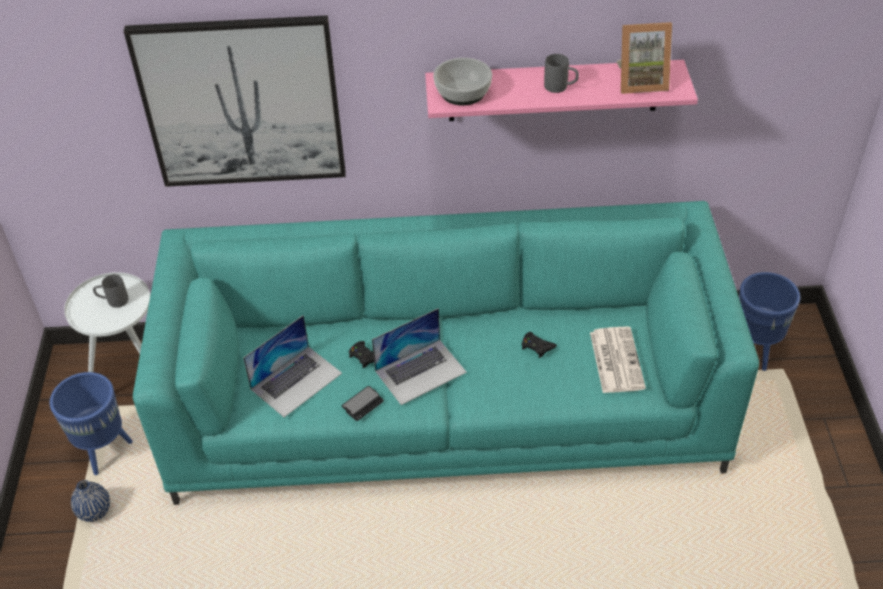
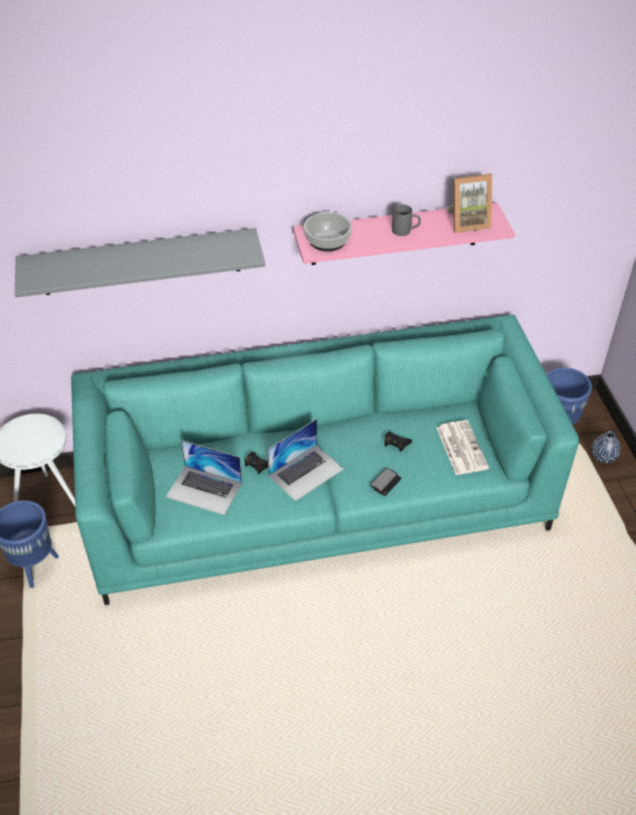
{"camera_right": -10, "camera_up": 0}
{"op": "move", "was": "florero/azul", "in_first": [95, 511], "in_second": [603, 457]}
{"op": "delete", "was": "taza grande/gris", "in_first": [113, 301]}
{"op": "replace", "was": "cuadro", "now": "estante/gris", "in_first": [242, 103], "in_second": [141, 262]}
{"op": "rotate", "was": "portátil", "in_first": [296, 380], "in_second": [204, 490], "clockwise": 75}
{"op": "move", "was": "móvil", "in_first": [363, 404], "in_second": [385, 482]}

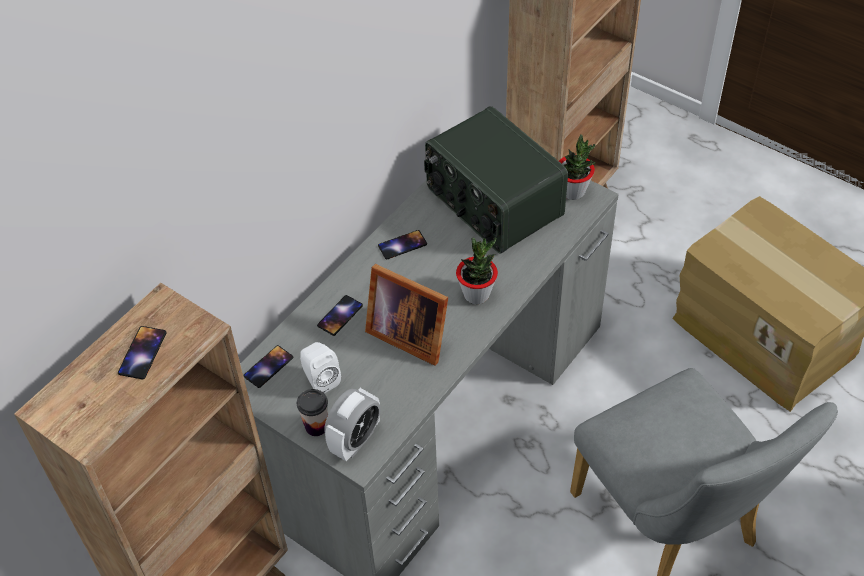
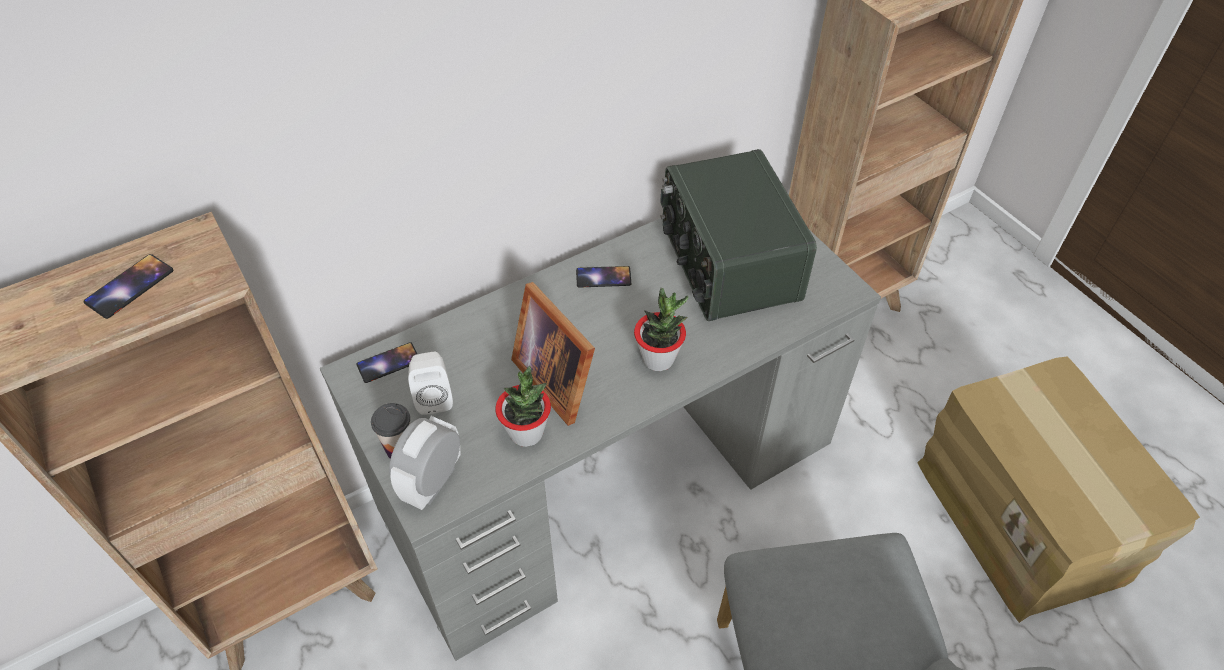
{"camera_right": 20, "camera_up": 0}
{"op": "delete", "was": "móvil", "in_first": [340, 315]}
{"op": "rotate", "was": "despertador", "in_first": [355, 440], "in_second": [433, 482], "clockwise": 150}
{"op": "move", "was": "planta en maceta", "in_first": [573, 191], "in_second": [526, 433]}

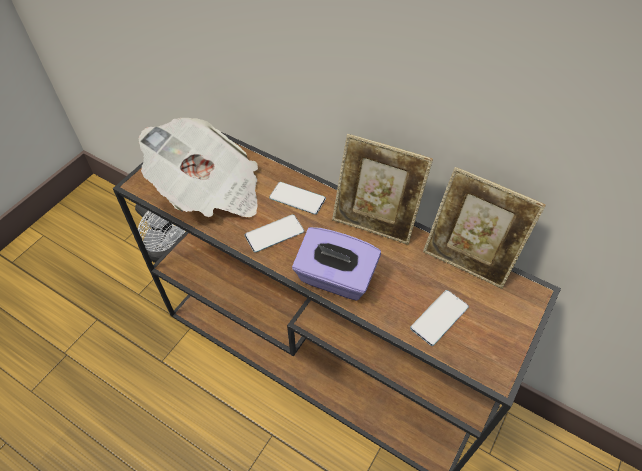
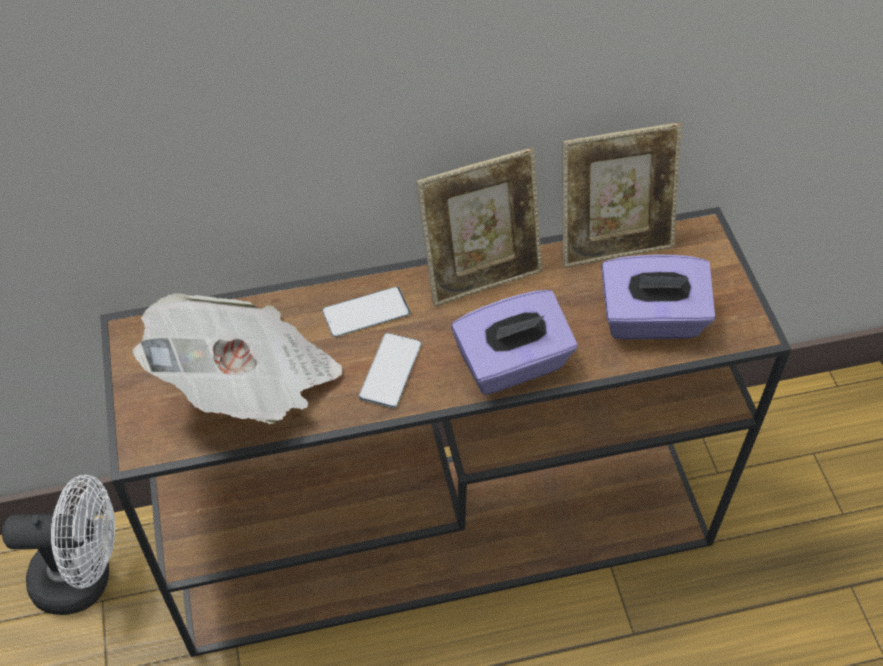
{"camera_right": -45, "camera_up": 0}
{"op": "replace", "was": "móvil", "now": "caja de pañuelos/morado", "in_first": [439, 317], "in_second": [651, 320]}

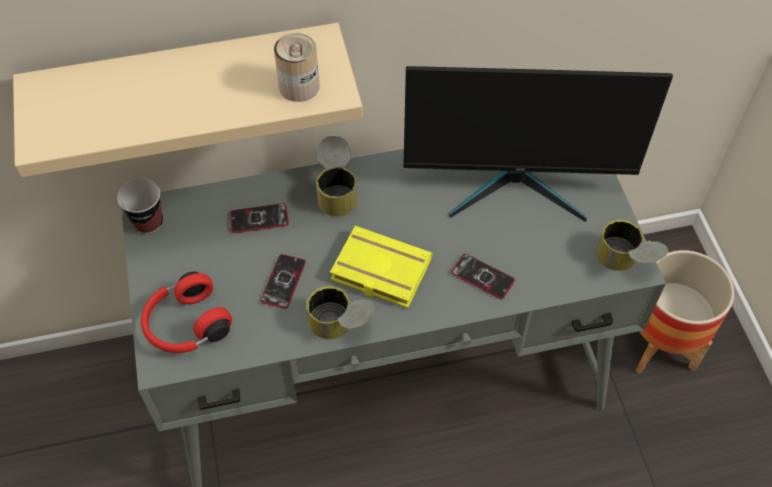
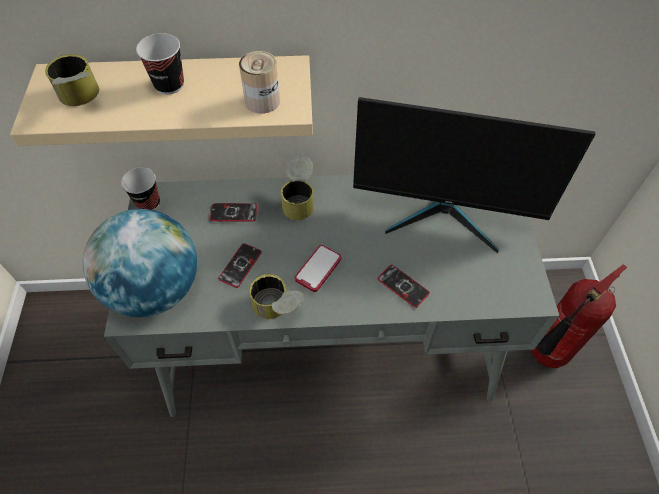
{"camera_right": 10, "camera_up": 0}
{"op": "replace", "was": "auriculares/rojo", "now": "globo terráqueo", "in_first": [186, 325], "in_second": [155, 289]}
{"op": "replace", "was": "libro/amarillo", "now": "móvil", "in_first": [378, 272], "in_second": [318, 269]}
{"op": "move", "was": "lata", "in_first": [625, 262], "in_second": [81, 100]}
{"op": "replace", "was": "maceta", "now": "extintor", "in_first": [661, 345], "in_second": [544, 357]}
{"op": "insert", "now": "taza", "in_second": [169, 85]}

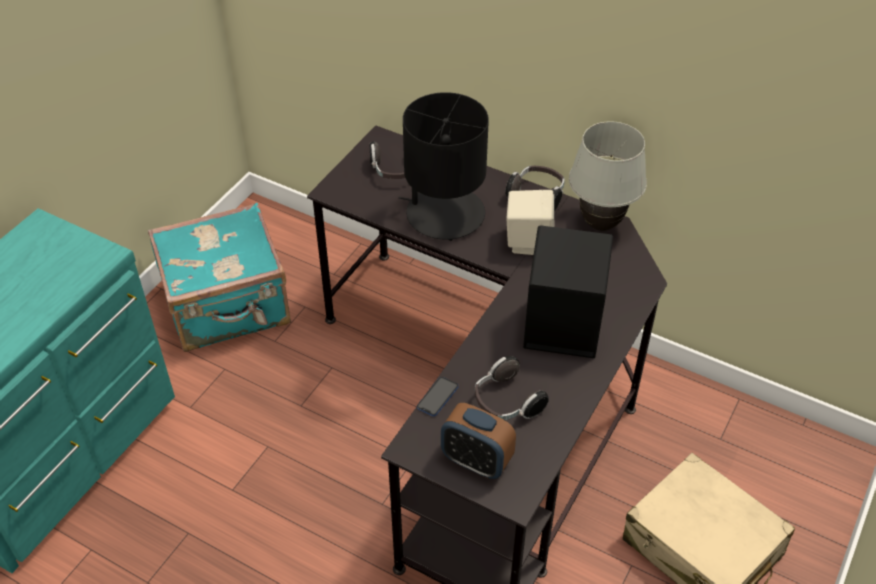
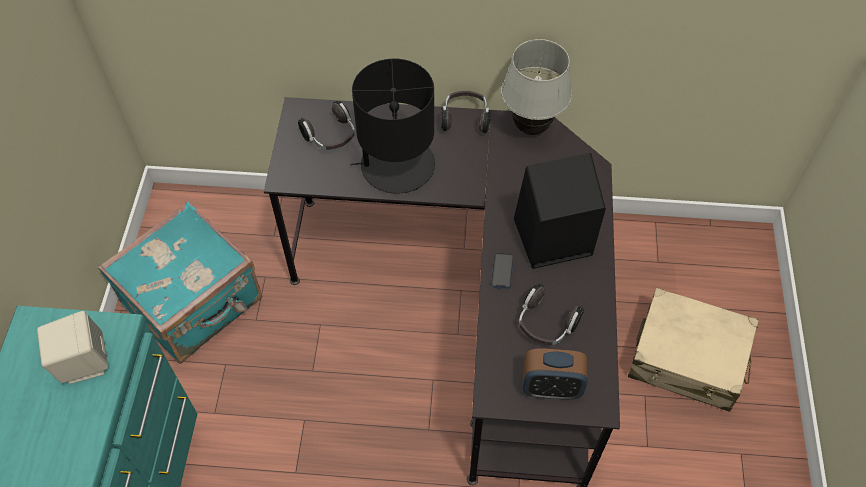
{"camera_right": -25, "camera_up": 10}
{"op": "move", "was": "móvil", "in_first": [437, 397], "in_second": [502, 271]}
{"op": "move", "was": "altavoz/beis", "in_first": [528, 242], "in_second": [83, 362]}

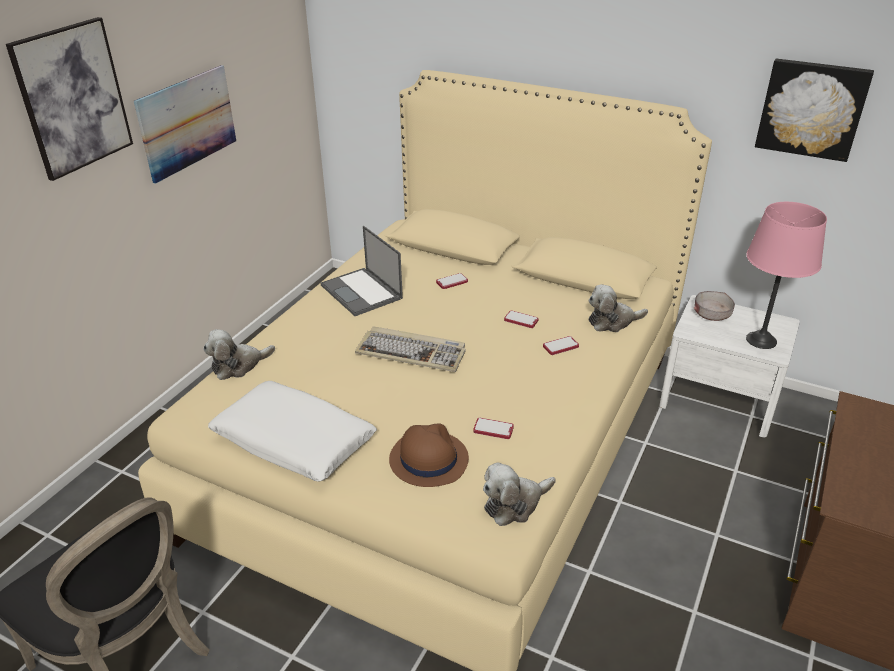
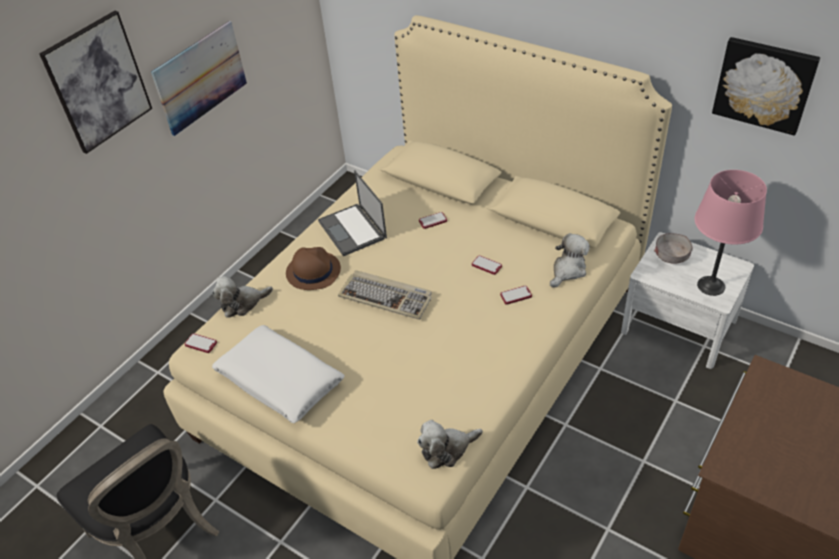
{"camera_right": 10, "camera_up": 10}
{"op": "move", "was": "sombrero/marrón", "in_first": [428, 459], "in_second": [313, 271]}
{"op": "move", "was": "móvil", "in_first": [493, 429], "in_second": [201, 344]}
{"op": "rotate", "was": "peluche", "in_first": [612, 321], "in_second": [568, 270], "clockwise": 135}

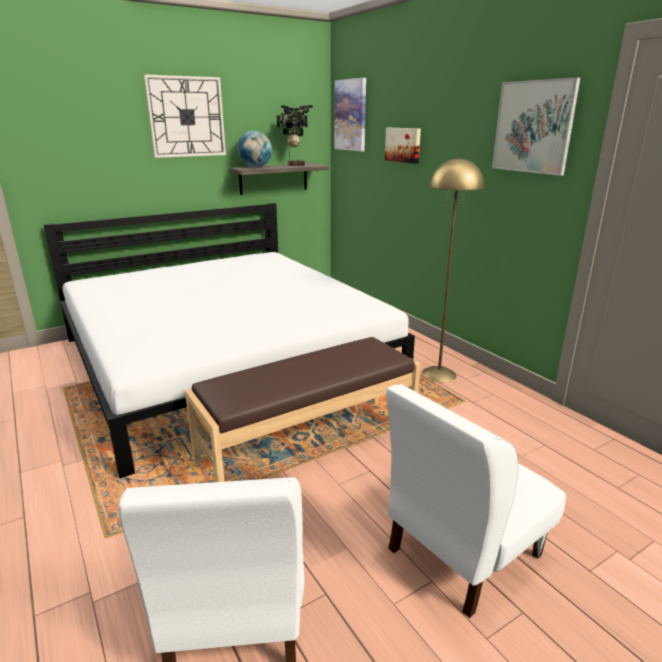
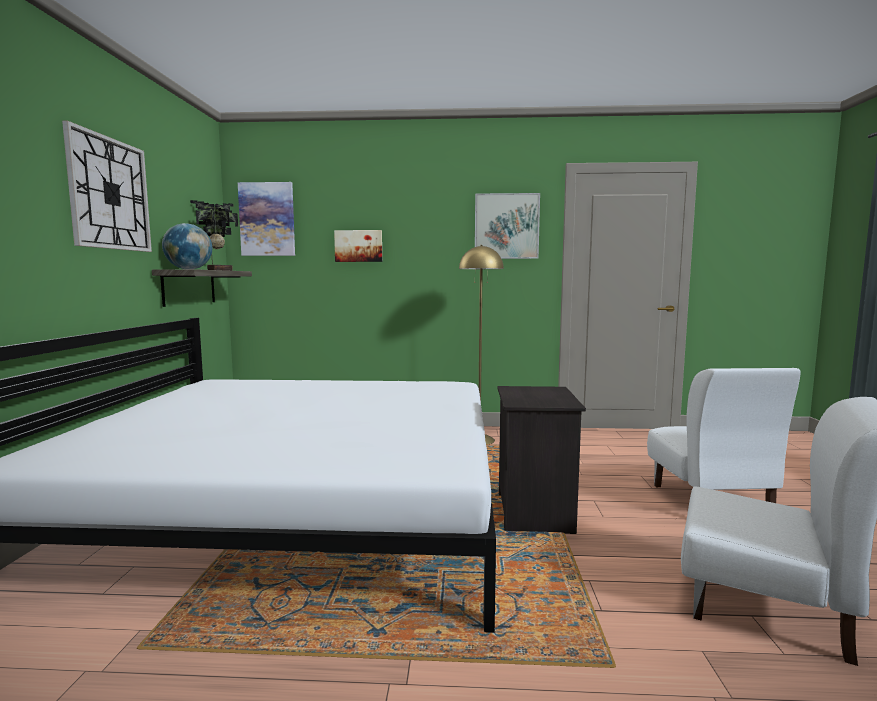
{"camera_right": -55, "camera_up": -15}
{"op": "replace", "was": "banco/marrón", "now": "mesita de noche/negro", "in_first": [309, 445], "in_second": [532, 511]}

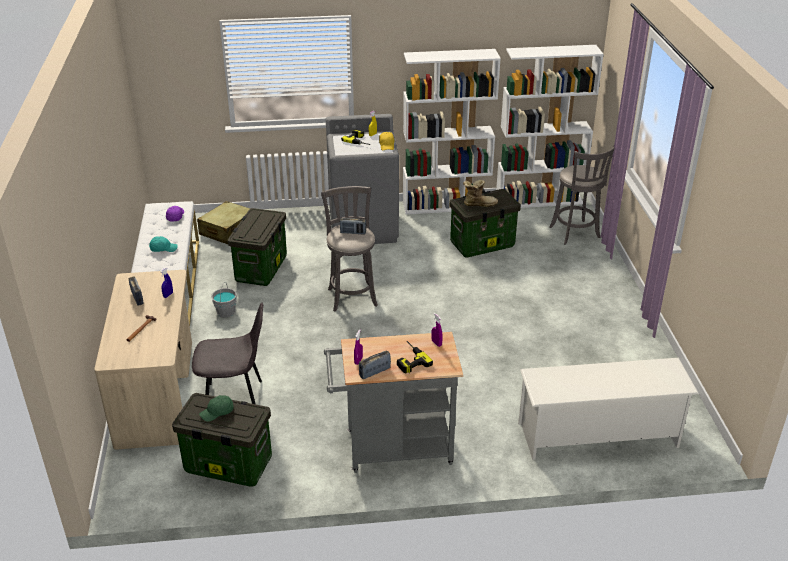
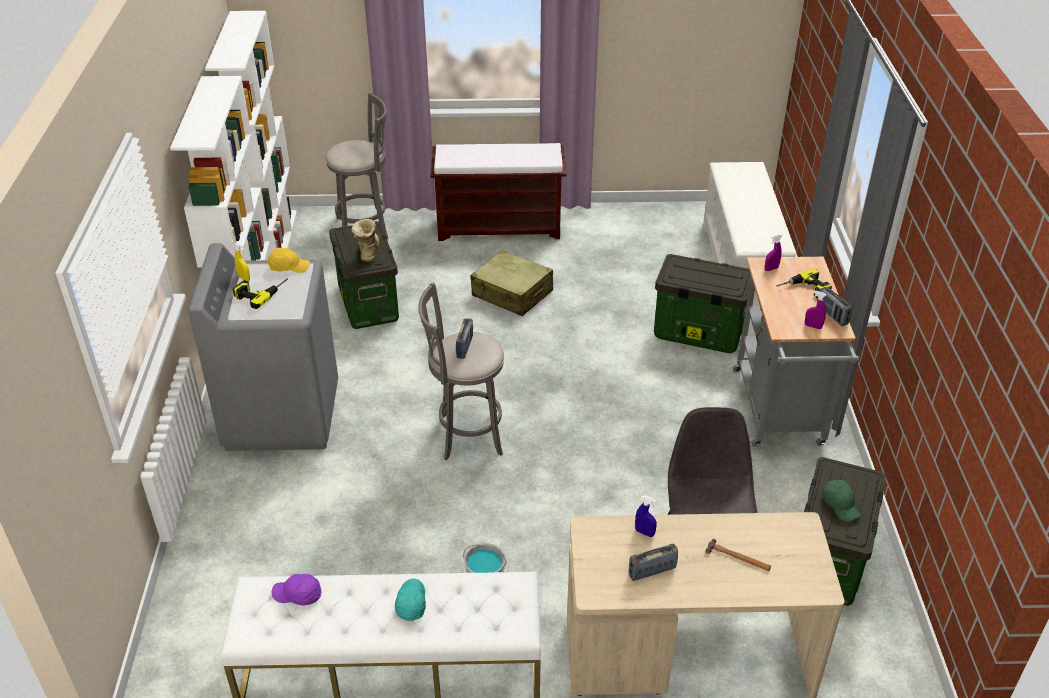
{"camera_right": -85, "camera_up": 5}
{"op": "move", "was": "maleta/beis", "in_first": [227, 230], "in_second": [512, 293]}
{"op": "move", "was": "caja de almacenaje", "in_first": [261, 268], "in_second": [697, 333]}
{"op": "insert", "now": "banco/marrón", "in_second": [500, 227]}

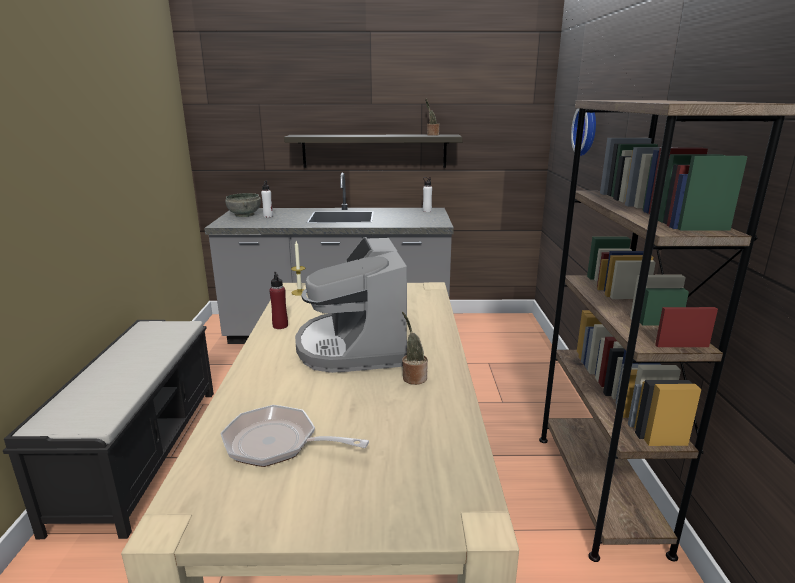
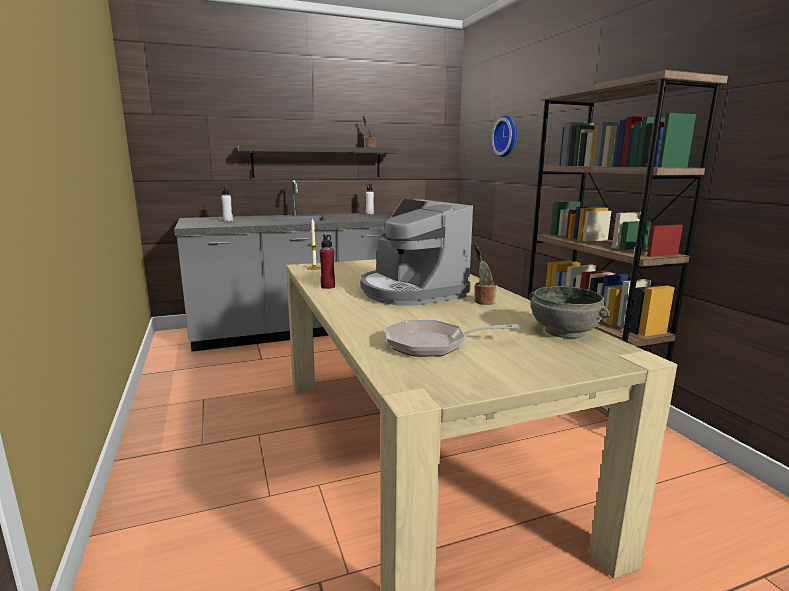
{"camera_right": -20, "camera_up": -5}
{"op": "delete", "was": "banco/negro", "in_first": [142, 451]}
{"op": "move", "was": "cuenco/gris", "in_first": [245, 215], "in_second": [565, 331]}

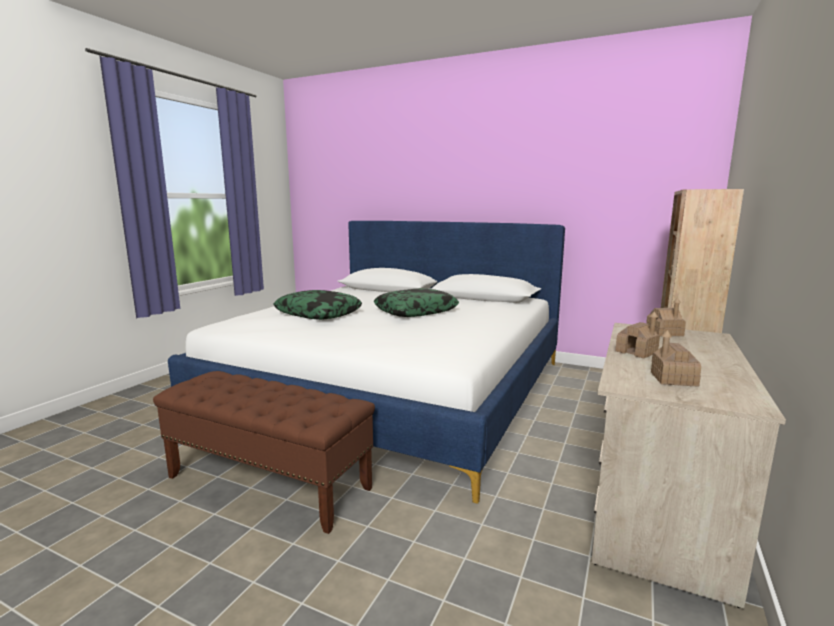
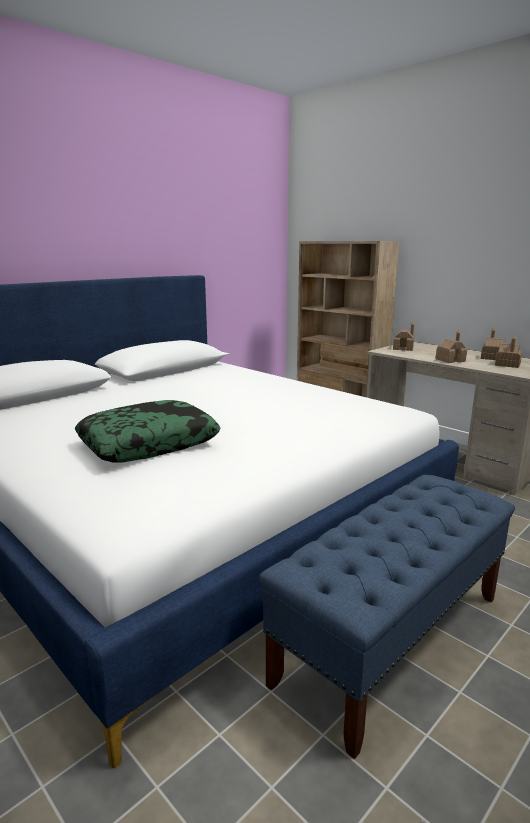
{"camera_right": -70, "camera_up": 5}
{"op": "recolor", "was": "banco/marrón", "now": "banco/azul", "in_first": [269, 482], "in_second": [392, 637]}
{"op": "delete", "was": "cojín", "in_first": [416, 311]}
{"op": "insert", "now": "casita", "in_second": [491, 358]}

